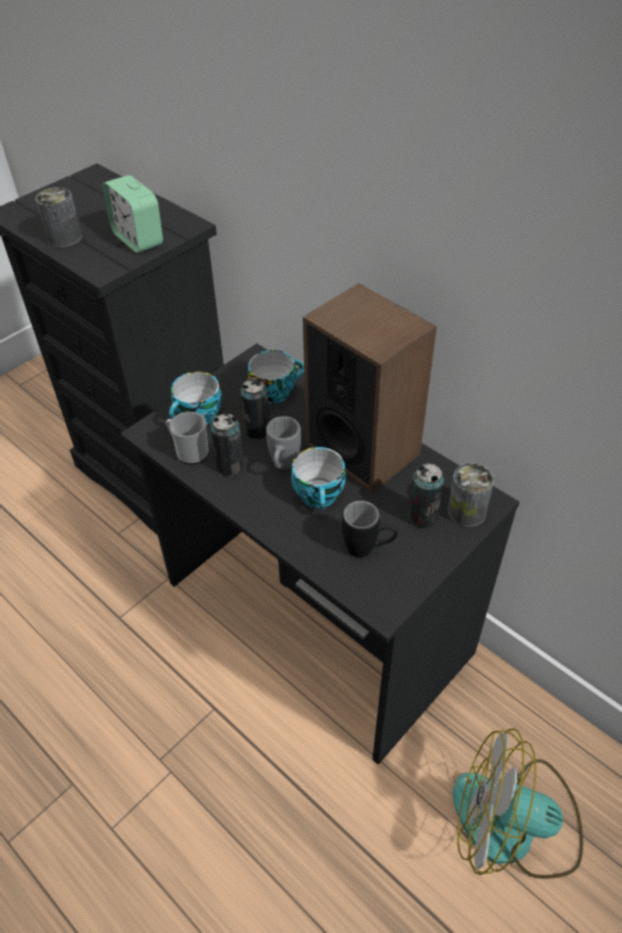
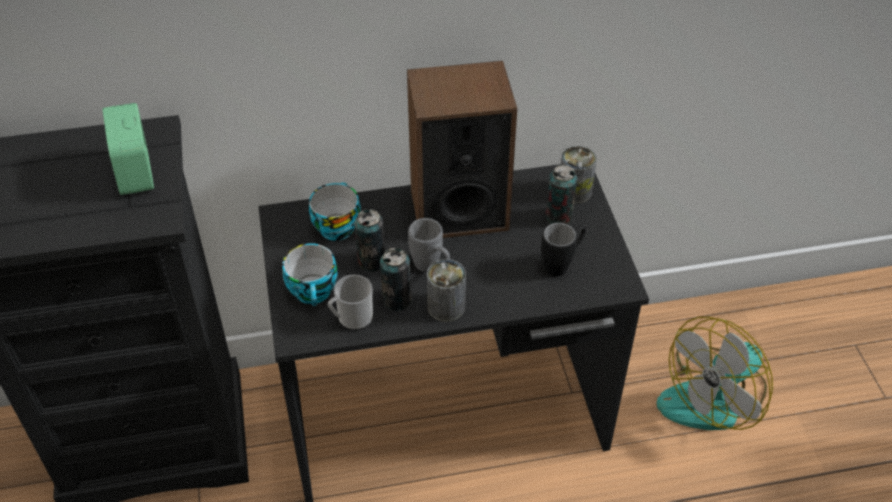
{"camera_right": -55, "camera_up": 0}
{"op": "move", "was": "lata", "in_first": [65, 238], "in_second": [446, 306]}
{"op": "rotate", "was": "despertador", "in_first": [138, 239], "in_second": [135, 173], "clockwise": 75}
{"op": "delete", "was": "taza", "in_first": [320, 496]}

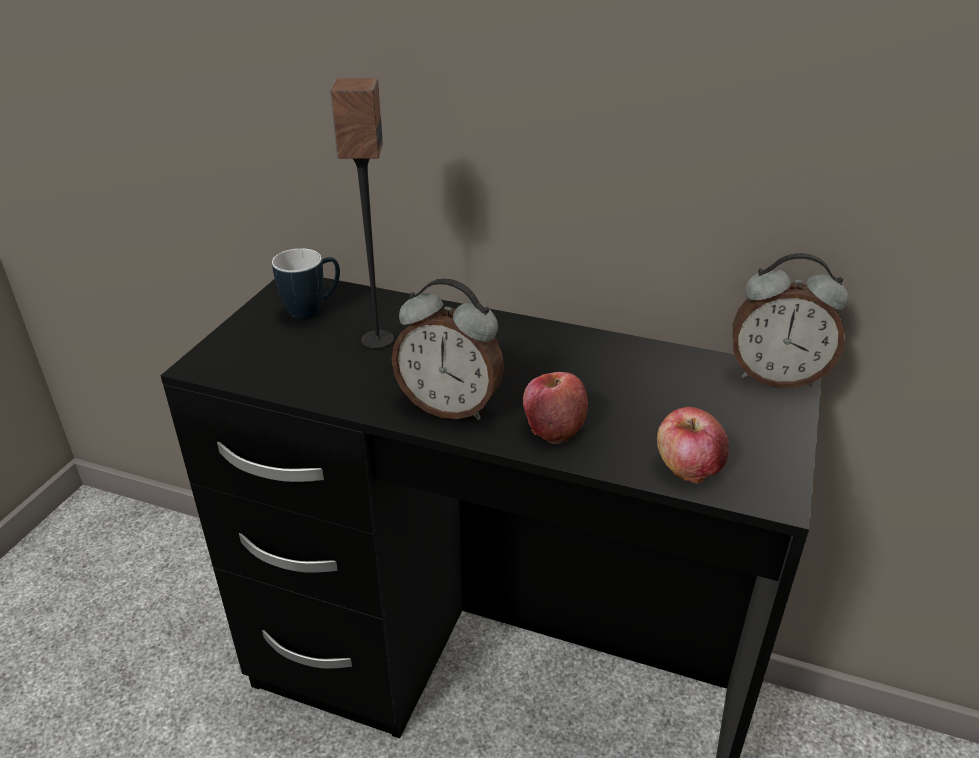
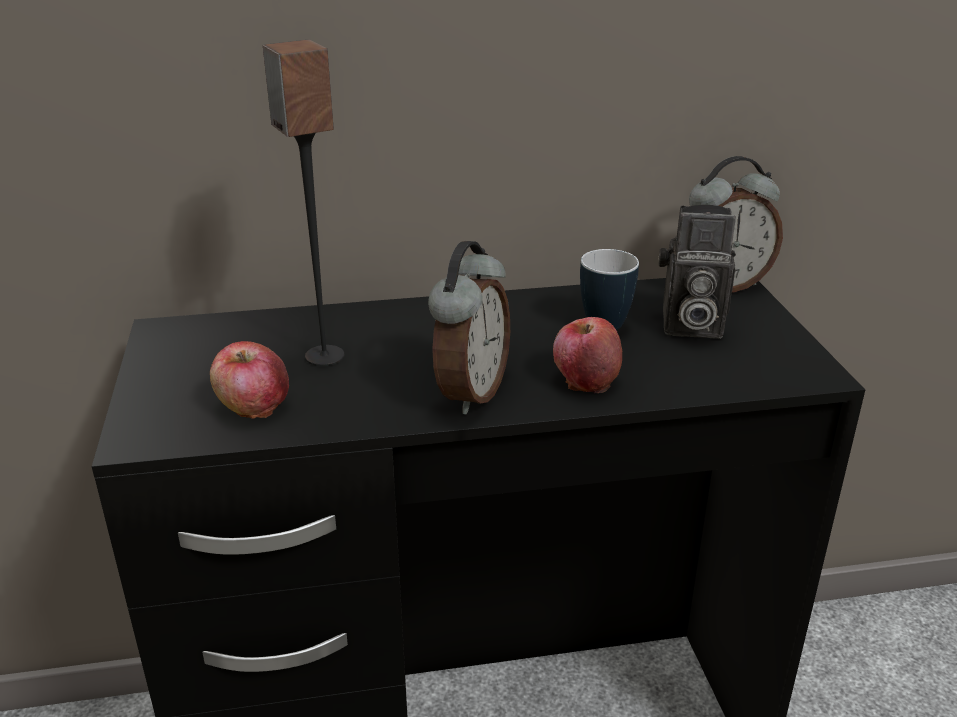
{"camera_right": -30, "camera_up": -5}
{"op": "move", "was": "taza grande", "in_first": [313, 310], "in_second": [608, 320]}
{"op": "rotate", "was": "despertador", "in_first": [450, 406], "in_second": [469, 392], "clockwise": -60}
{"op": "move", "was": "manzana", "in_first": [688, 467], "in_second": [253, 406]}
{"op": "insert", "now": "cámara", "in_second": [688, 326]}

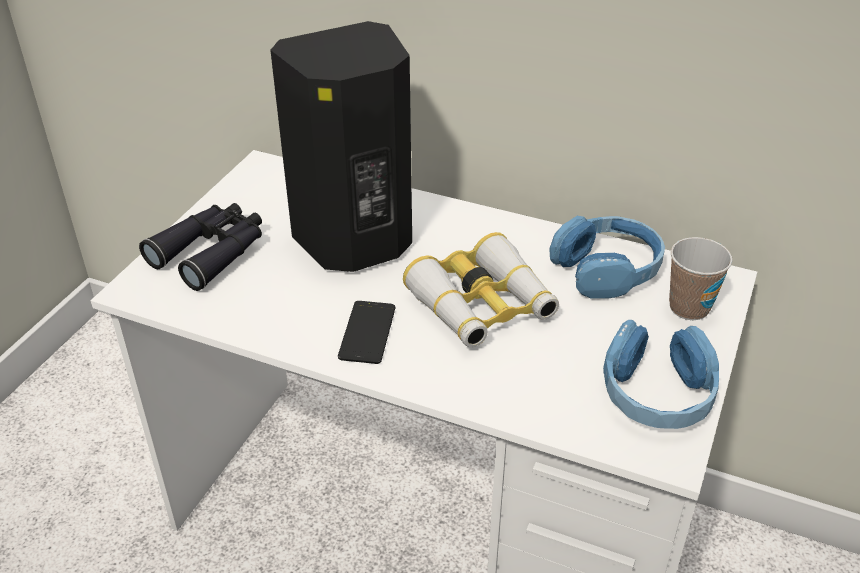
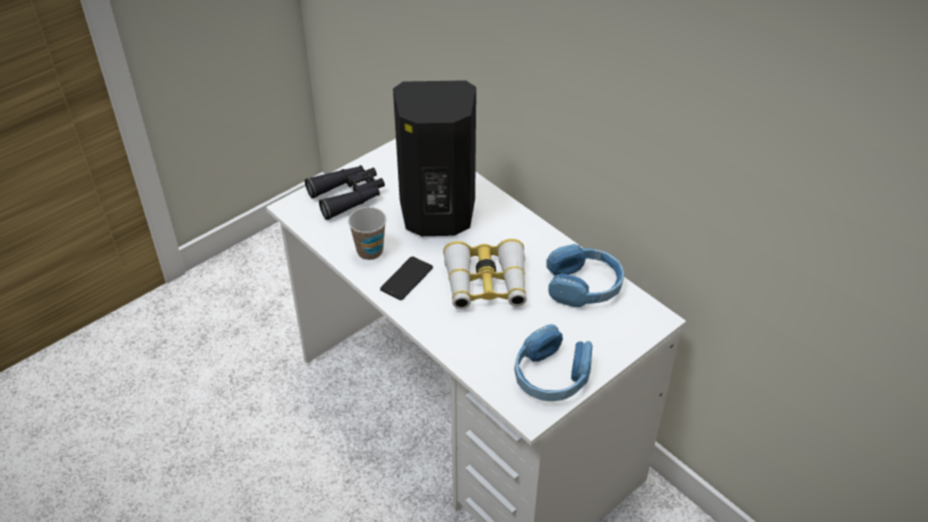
{"camera_right": 25, "camera_up": 5}
{"op": "move", "was": "taza", "in_first": [689, 308], "in_second": [370, 251]}

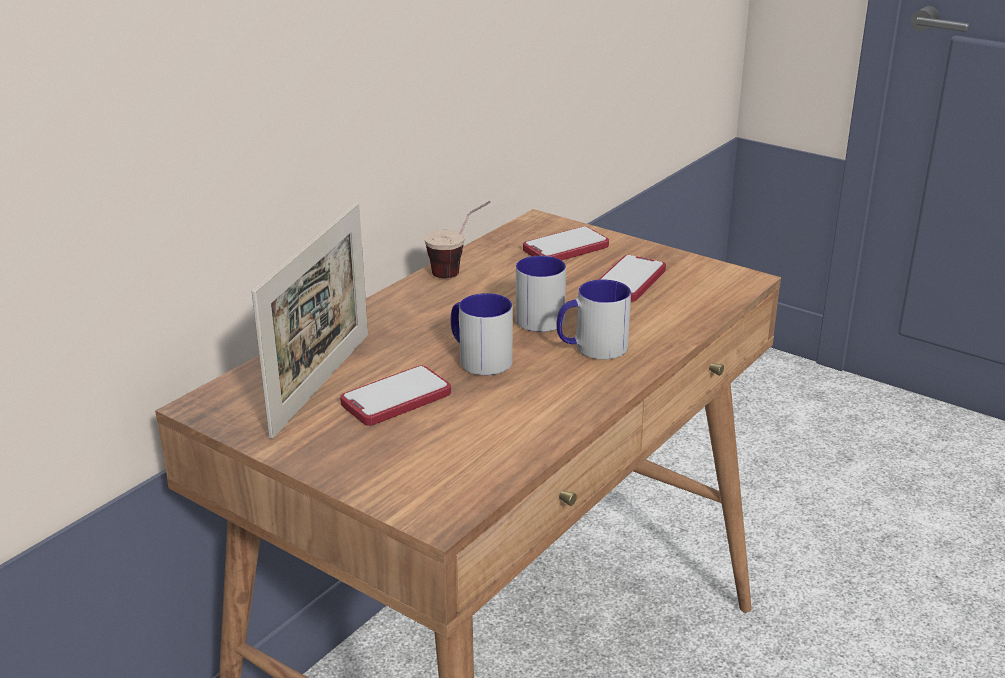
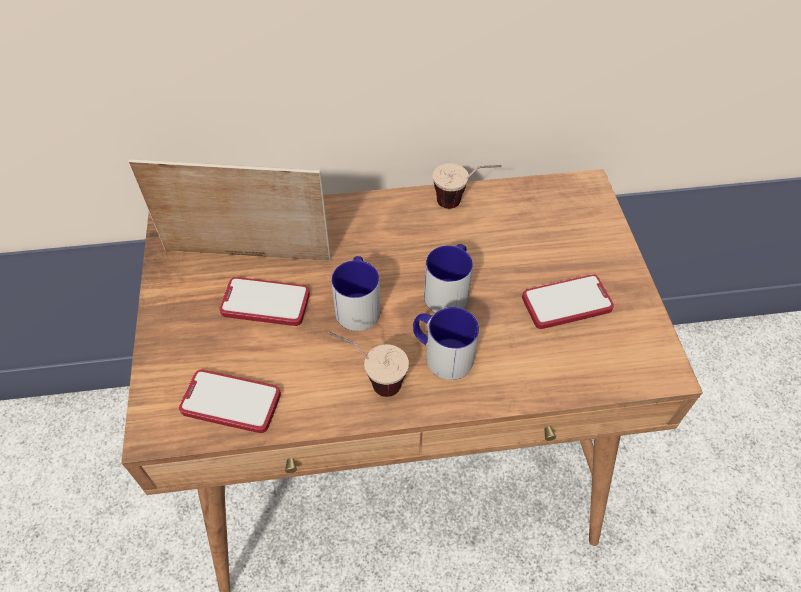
{"camera_right": 45, "camera_up": 25}
{"op": "rotate", "was": "portarretratos", "in_first": [322, 383], "in_second": [247, 255], "clockwise": -150}
{"op": "move", "was": "móvil", "in_first": [565, 248], "in_second": [231, 402]}
{"op": "insert", "now": "taza", "in_second": [370, 380]}

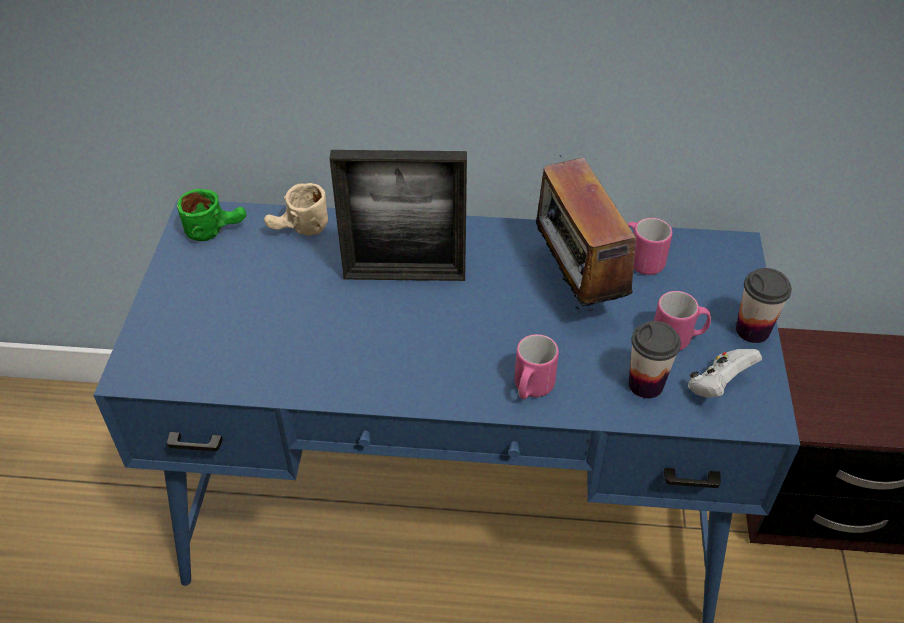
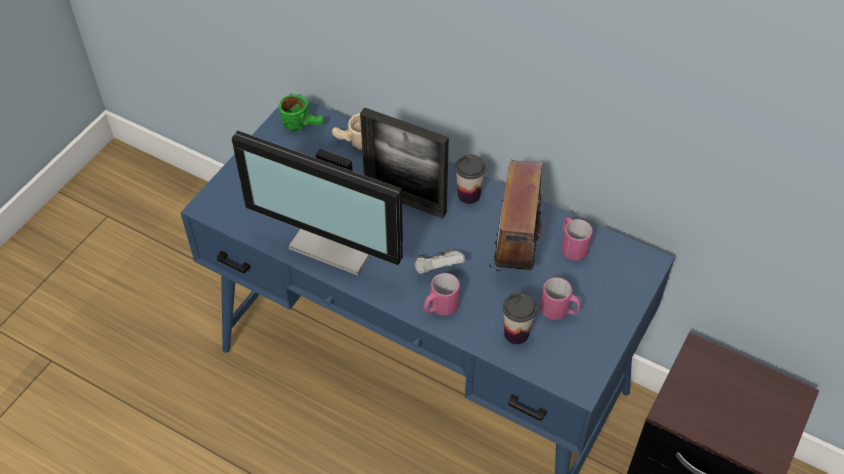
{"camera_right": 25, "camera_up": 5}
{"op": "move", "was": "mando de consola/blanco", "in_first": [717, 386], "in_second": [437, 270]}
{"op": "move", "was": "taza", "in_first": [752, 330], "in_second": [469, 195]}
{"op": "insert", "now": "monitor", "in_second": [340, 238]}

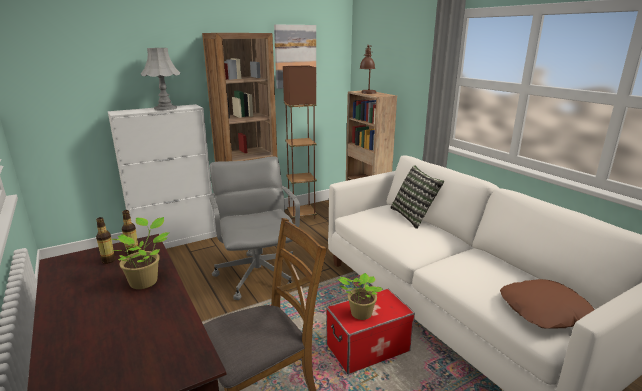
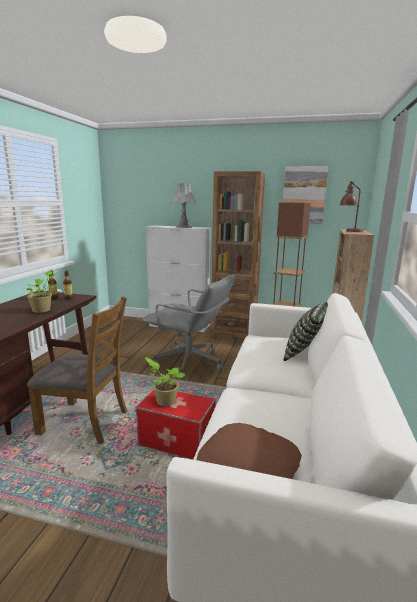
{"camera_right": 45, "camera_up": -5}
{"op": "rotate", "was": "silla de oficina/gris", "in_first": [258, 275], "in_second": [189, 363], "clockwise": 90}

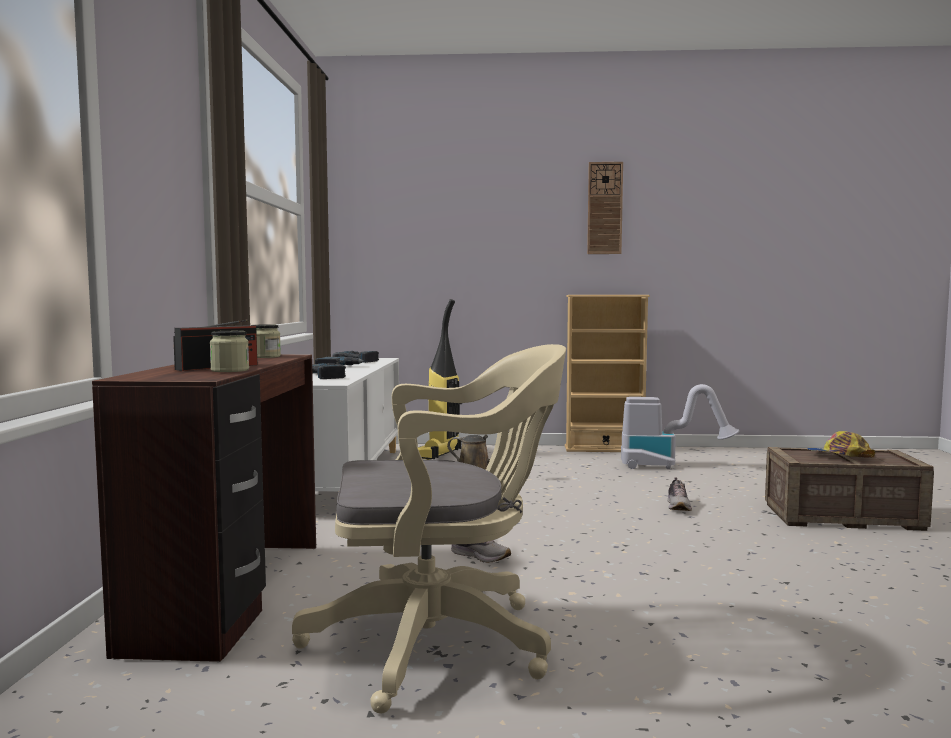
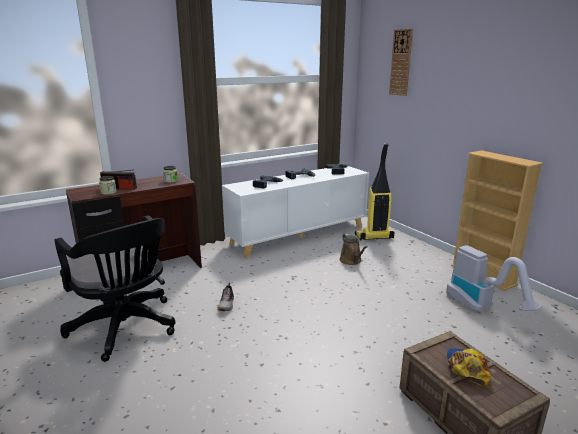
{"camera_right": 55, "camera_up": 15}
{"op": "recolor", "was": "silla de oficina/beis", "now": "silla de oficina/negro", "in_first": [441, 642], "in_second": [126, 329]}
{"op": "move", "was": "reloj de pared", "in_first": [604, 208], "in_second": [401, 62]}
{"op": "delete", "was": "zapato", "in_first": [678, 506]}

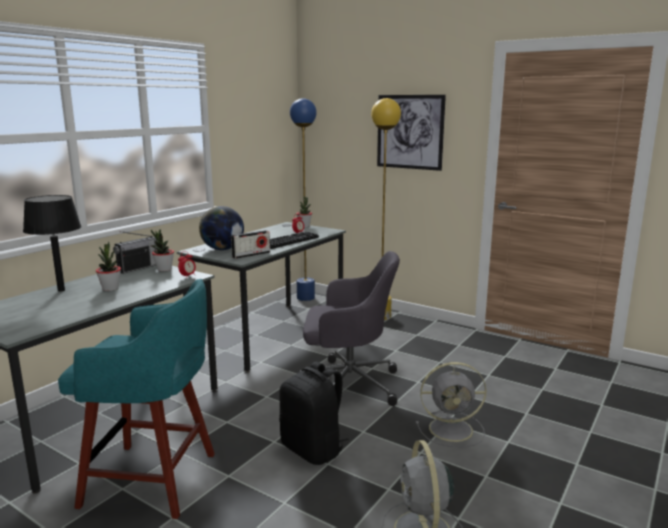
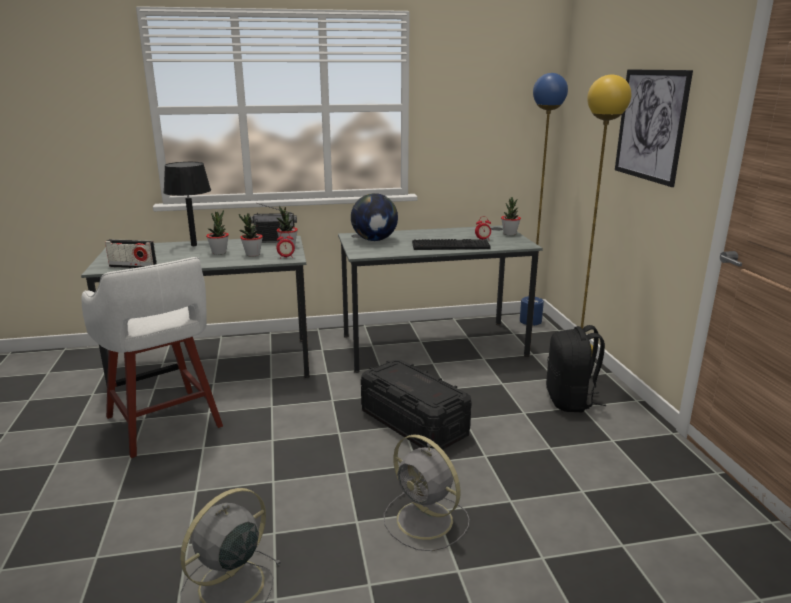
{"camera_right": 45, "camera_up": 5}
{"op": "recolor", "was": "taburete/turquesa", "now": "taburete/blanco", "in_first": [154, 480], "in_second": [165, 423]}
{"op": "move", "was": "radio", "in_first": [251, 255], "in_second": [133, 266]}
{"op": "move", "was": "mochila/negro", "in_first": [313, 449], "in_second": [570, 401]}
{"op": "replace", "was": "silla de oficina/gris", "now": "caja de almacenaje/negro", "in_first": [348, 384], "in_second": [413, 423]}
{"op": "insert", "now": "planta en maceta", "in_second": [252, 254]}

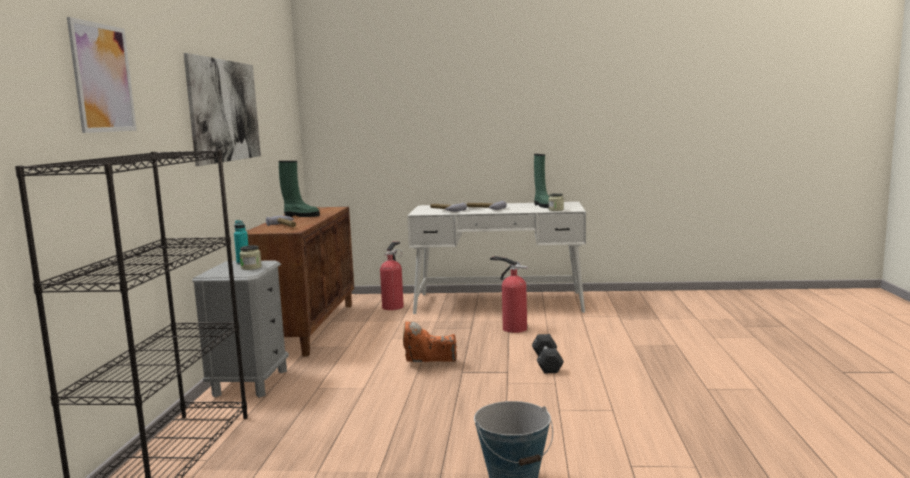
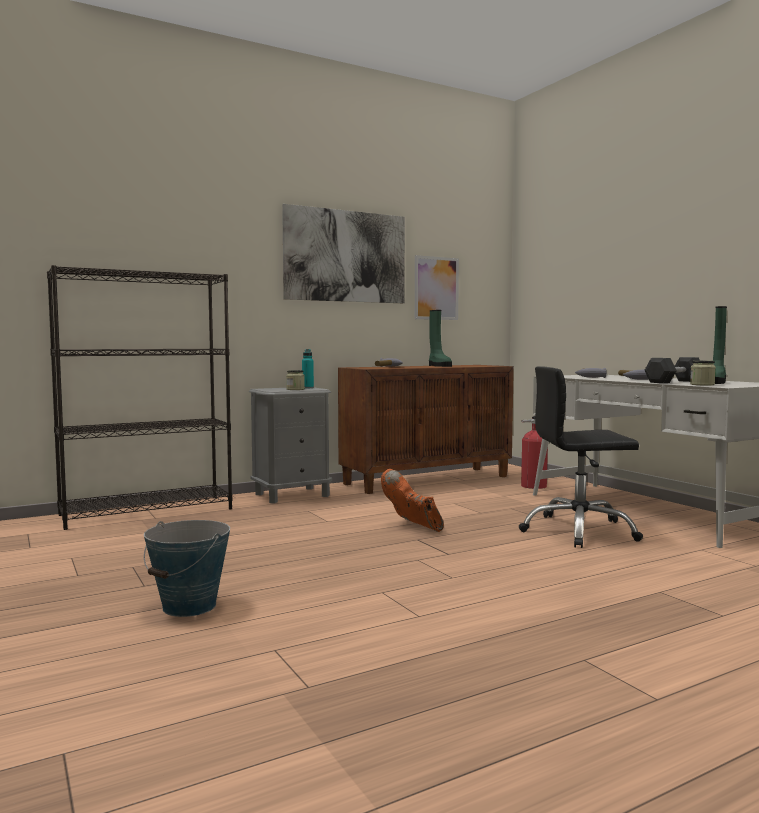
{"camera_right": 55, "camera_up": -5}
{"op": "move", "was": "cuadro", "in_first": [103, 78], "in_second": [436, 288]}
{"op": "replace", "was": "extintor", "now": "silla de oficina/negro", "in_first": [512, 328], "in_second": [579, 531]}
{"op": "move", "was": "mancuerna/negro", "in_first": [547, 363], "in_second": [674, 382]}

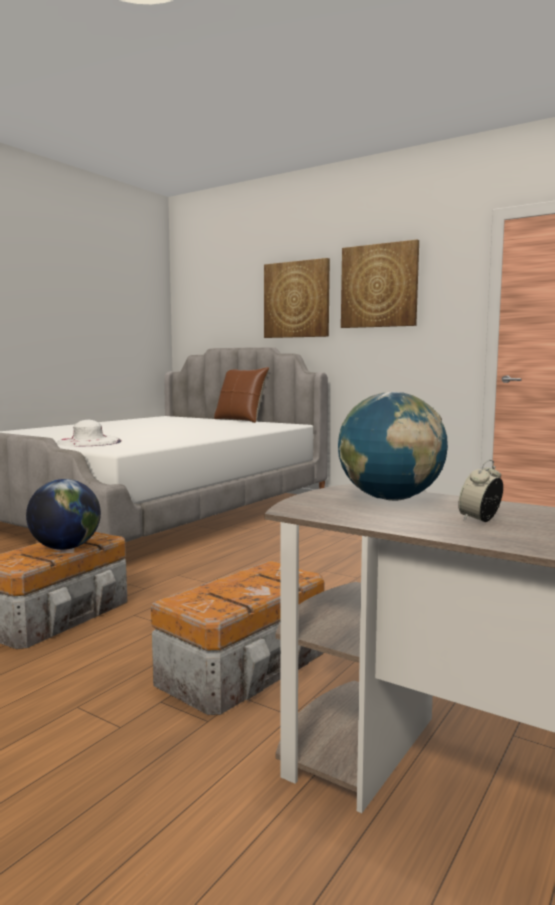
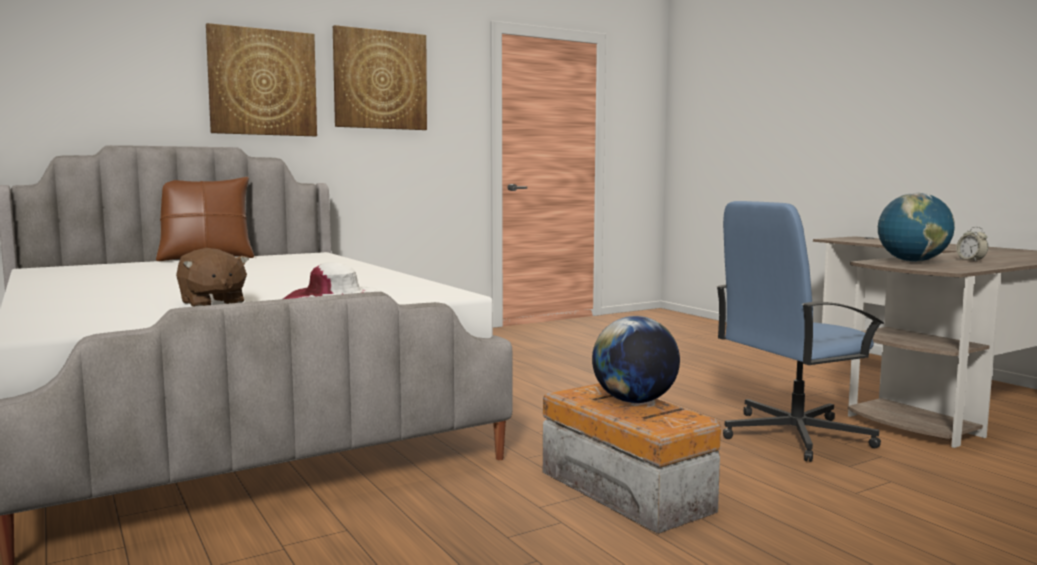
{"camera_right": -65, "camera_up": 0}
{"op": "replace", "was": "caja de almacenaje", "now": "silla de oficina/azul", "in_first": [247, 667], "in_second": [793, 435]}
{"op": "insert", "now": "peluche/marrón", "in_second": [211, 303]}

